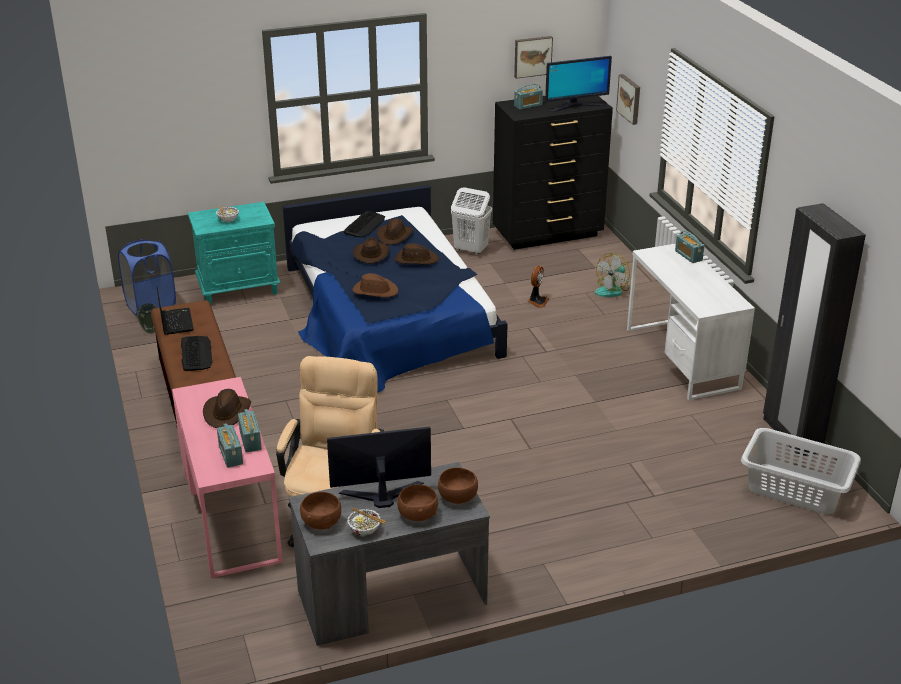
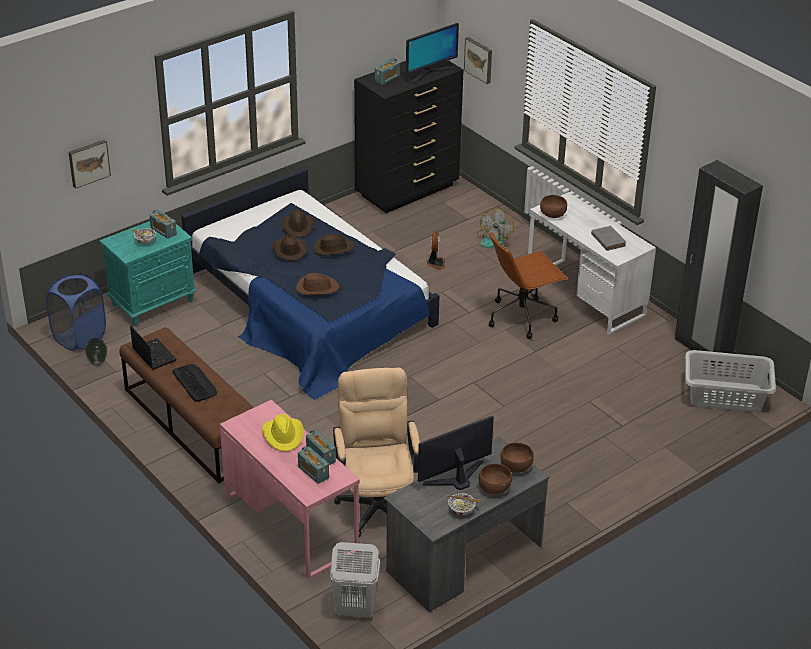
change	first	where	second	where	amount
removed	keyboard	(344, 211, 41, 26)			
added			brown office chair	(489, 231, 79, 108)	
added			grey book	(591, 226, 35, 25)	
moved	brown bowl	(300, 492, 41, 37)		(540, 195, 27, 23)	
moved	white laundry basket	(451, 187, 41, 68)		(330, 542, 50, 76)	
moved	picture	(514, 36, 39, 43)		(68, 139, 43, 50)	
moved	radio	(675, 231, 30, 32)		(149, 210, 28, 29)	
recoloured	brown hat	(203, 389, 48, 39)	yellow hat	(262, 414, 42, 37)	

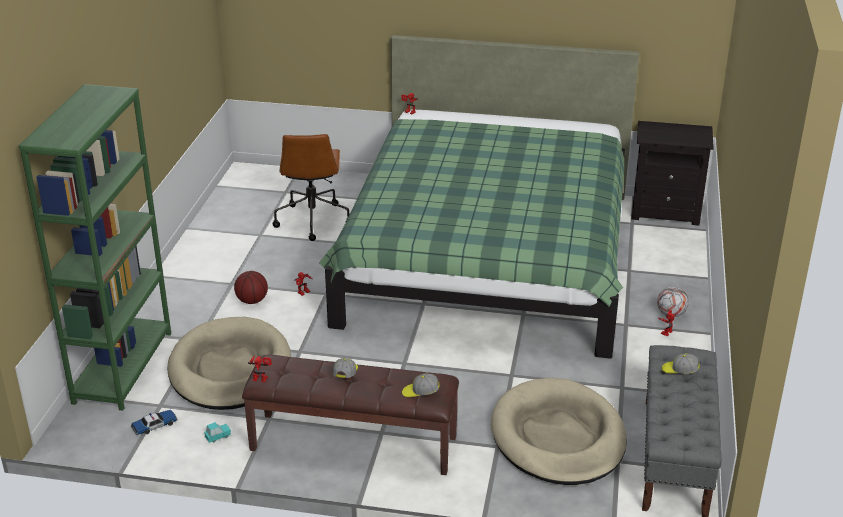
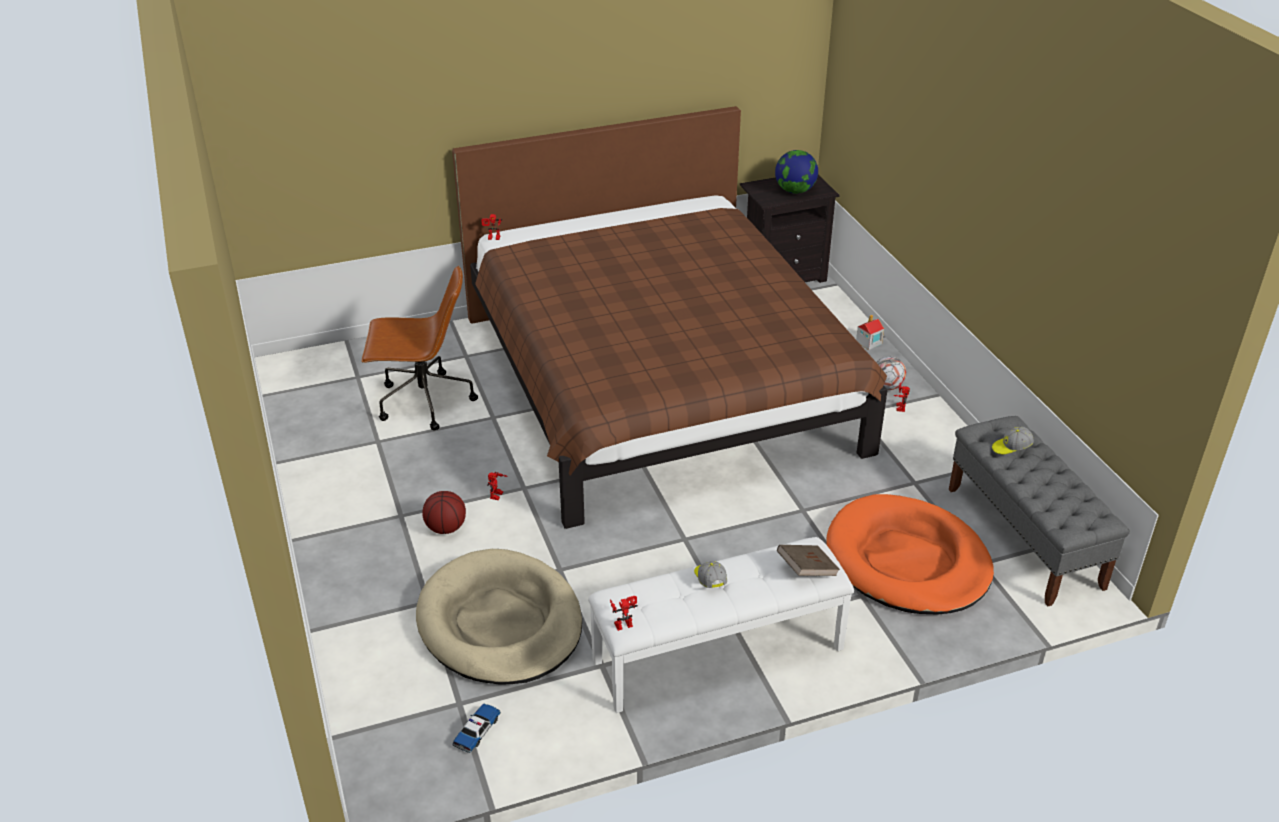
change	first	where	second	where	amount
removed	green bookcase	(19, 84, 152, 327)			
removed	turquoise toy car	(204, 422, 27, 21)			
added			globe	(775, 150, 43, 44)	
added			toy house	(856, 315, 28, 35)	
replaced	cap	(402, 373, 38, 24)	brown book	(777, 545, 63, 31)	
recoloured	brown bench	(242, 355, 217, 120)	white bench	(588, 537, 266, 176)	
recoloured	green bed	(319, 35, 320, 324)	brown bed	(452, 106, 435, 423)	
recoloured	beige dog bed	(491, 378, 136, 107)	orange dog bed	(827, 494, 167, 121)	
turned	brown office chair	(272, 134, 78, 107)		(362, 265, 116, 165)	60 degrees counterclockwise

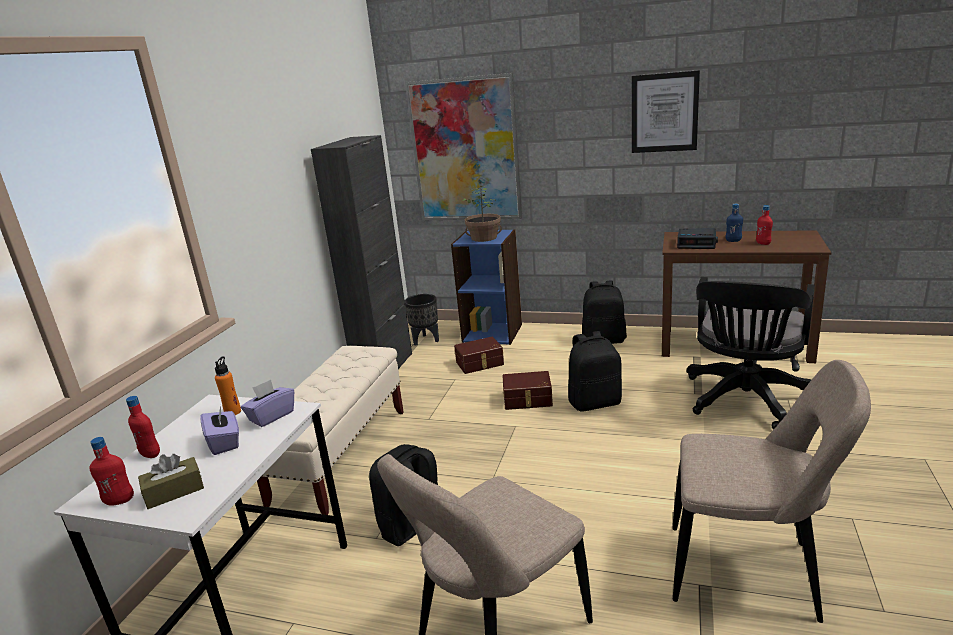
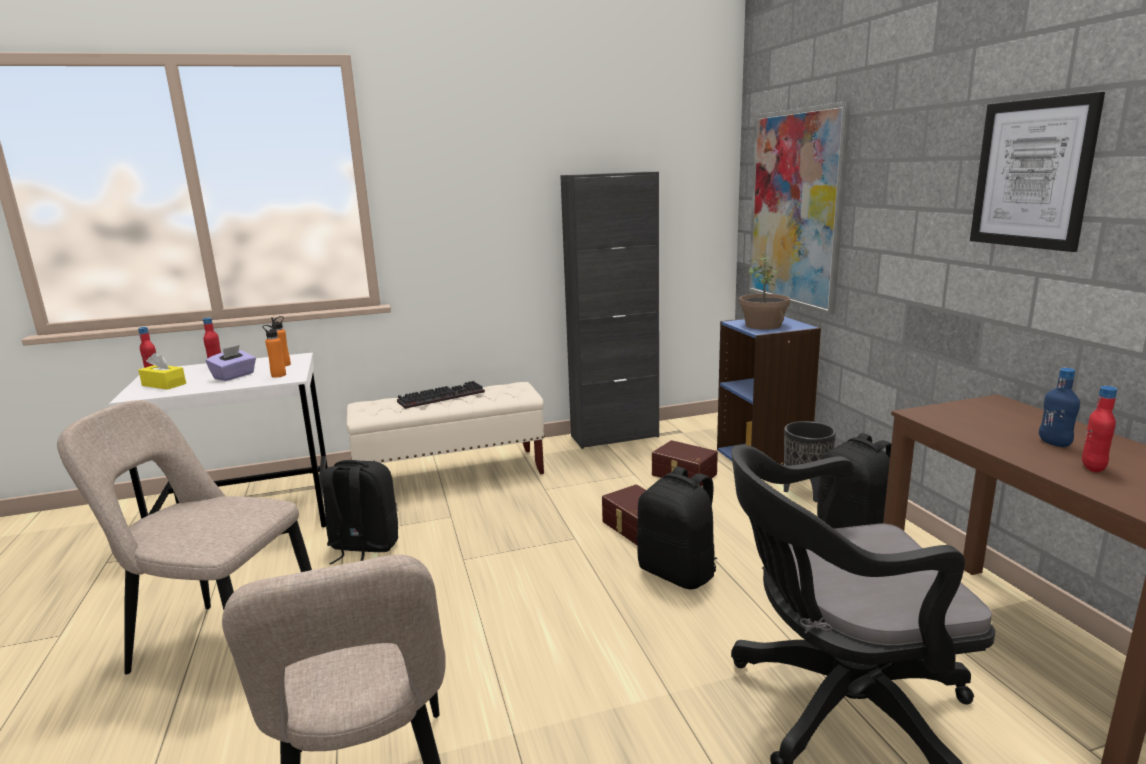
change	first	where	second	where	amount
removed	alarm clock	(677, 229, 41, 20)			
added			keyboard	(397, 381, 88, 28)	
moved	black planter	(405, 294, 34, 52)		(784, 421, 52, 81)	
replaced	purple tissue box	(241, 379, 53, 48)	orange bottle	(263, 325, 23, 52)	
recoloured	brown tissue box	(138, 454, 66, 55)	yellow tissue box	(138, 353, 48, 37)	

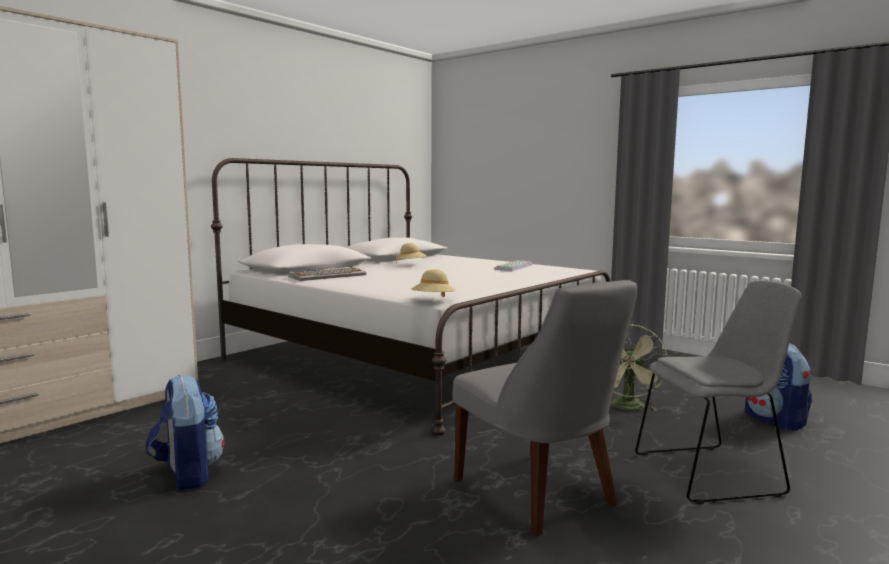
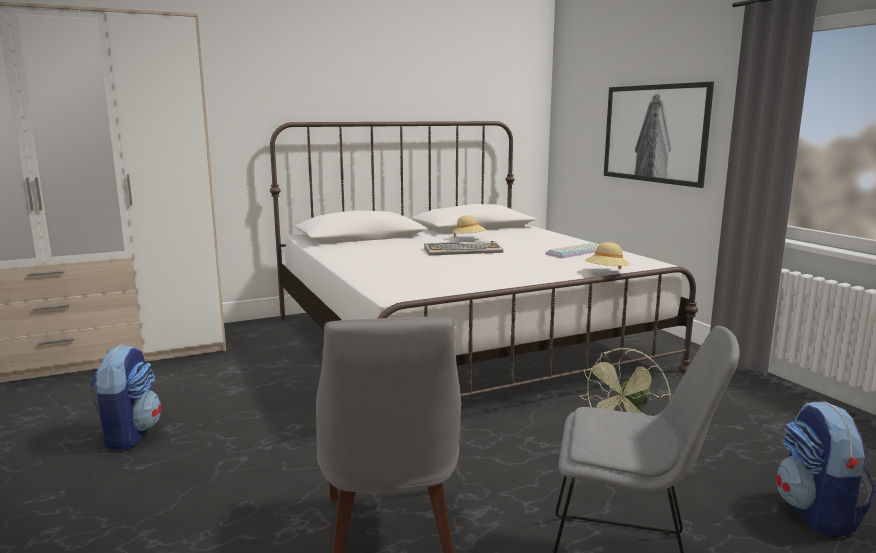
change	first	where	second	where	amount
added			picture	(604, 82, 110, 106)	
moved	keyboard	(288, 266, 78, 15)		(424, 241, 79, 15)	
moved	beige hat	(411, 269, 45, 28)		(585, 242, 45, 28)	

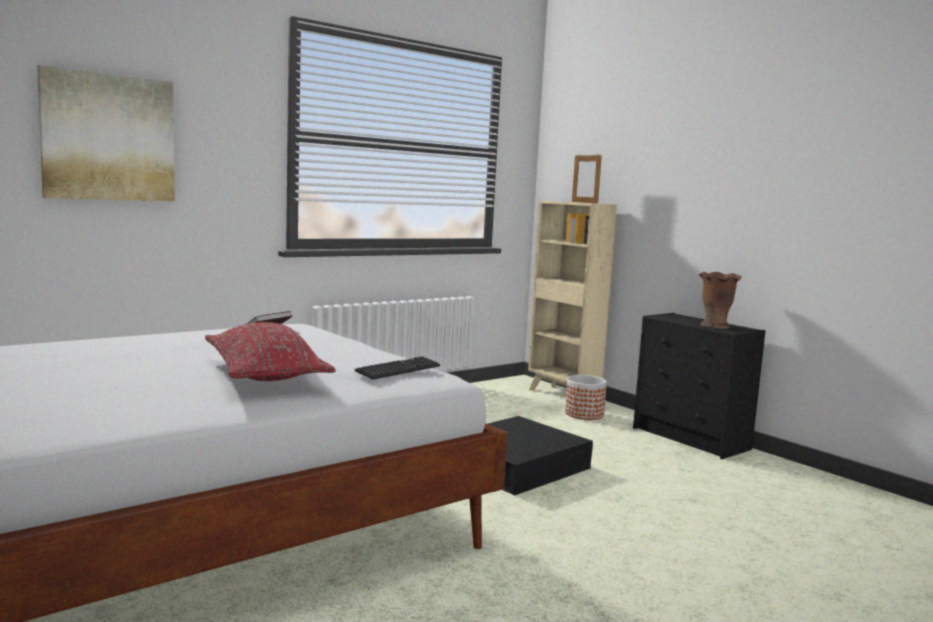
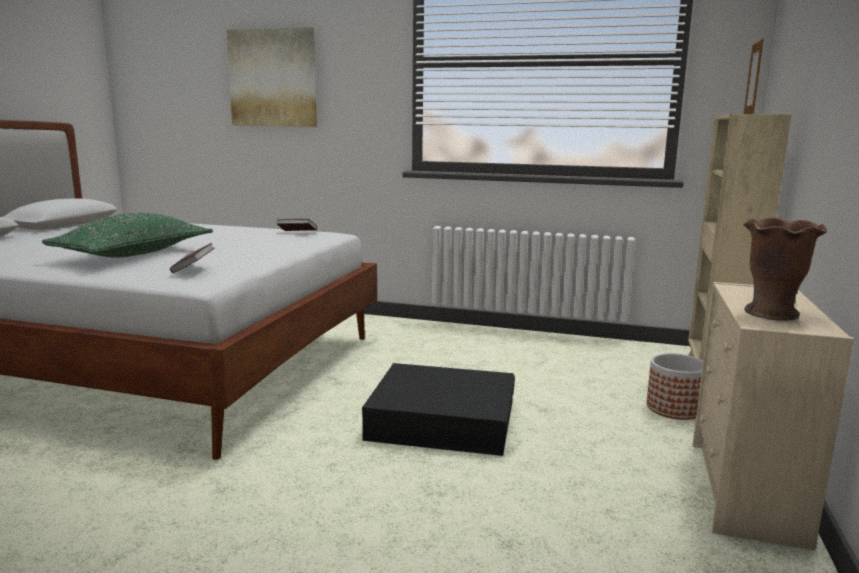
change	first	where	second	where	amount
replaced	keyboard	(354, 356, 86, 24)	book	(170, 243, 44, 30)	
recoloured	red pillow	(205, 322, 131, 59)	green pillow	(42, 213, 171, 45)	
recoloured	black dresser	(633, 313, 133, 146)	beige dresser	(693, 282, 161, 268)	

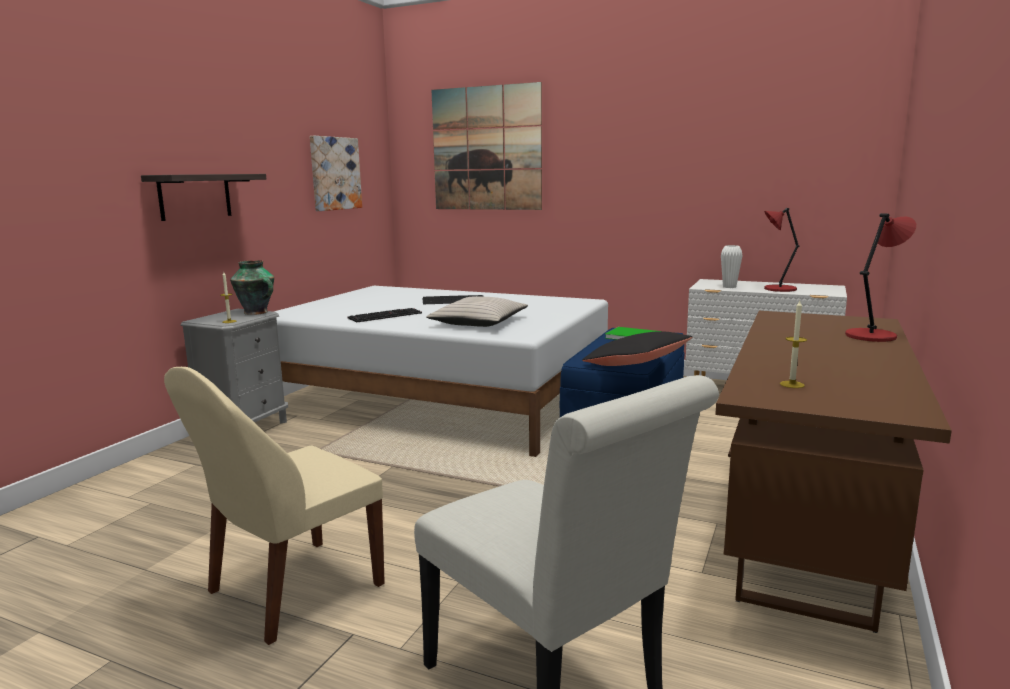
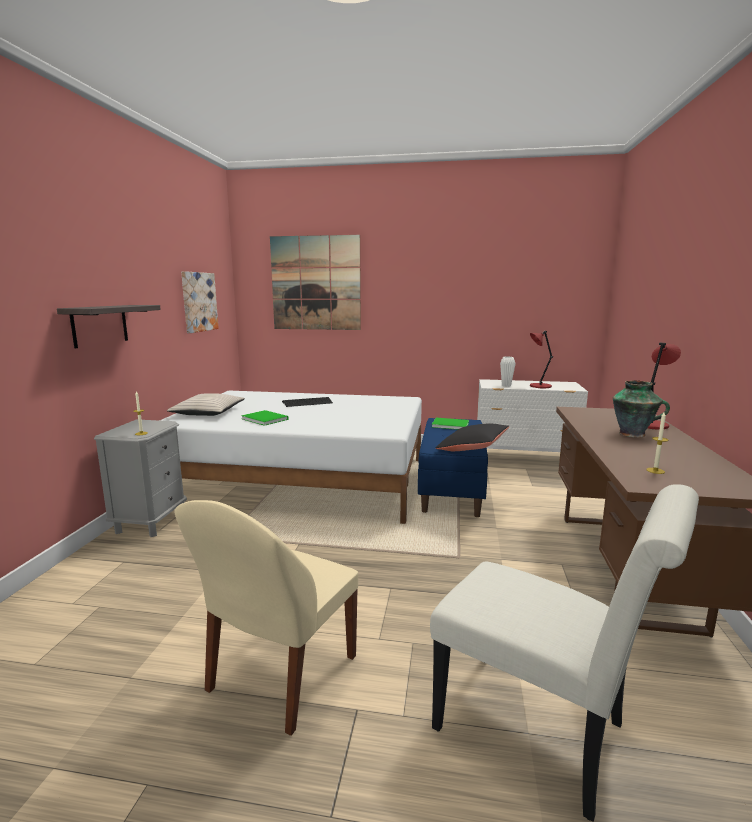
change	first	where	second	where	amount
moved	vase	(230, 260, 44, 55)		(613, 380, 57, 58)	
moved	beige pillow	(426, 296, 102, 31)		(167, 393, 78, 23)	
replaced	keyboard	(347, 308, 75, 14)	green book	(241, 410, 48, 16)	

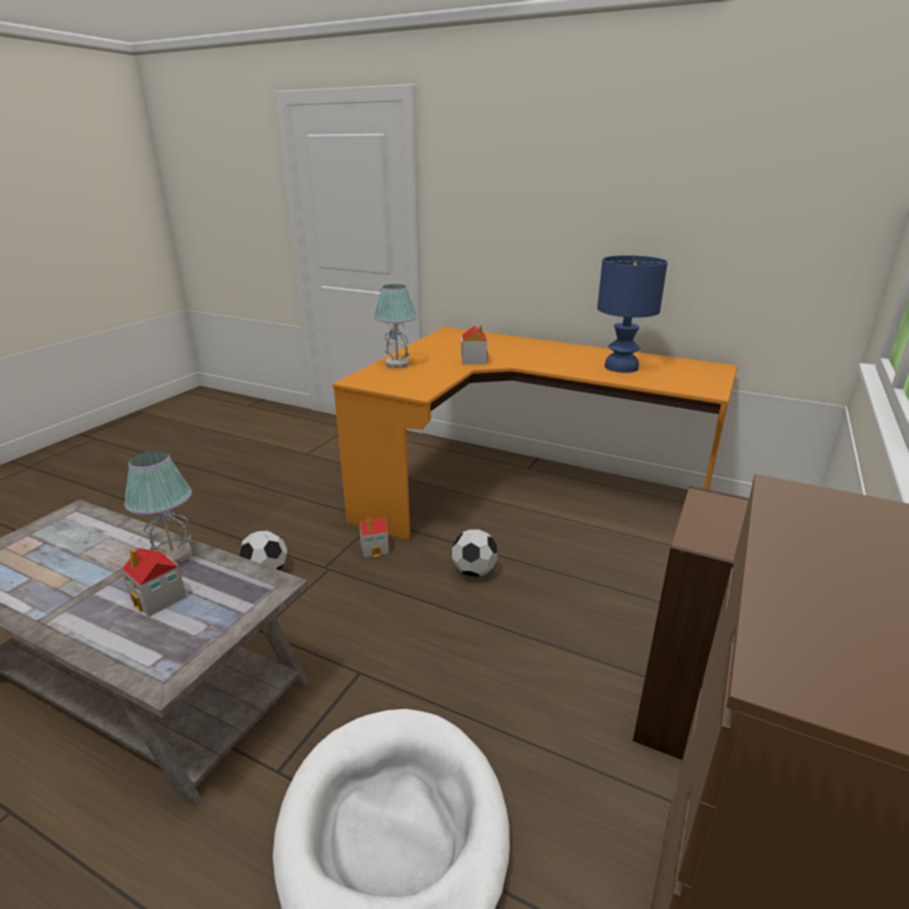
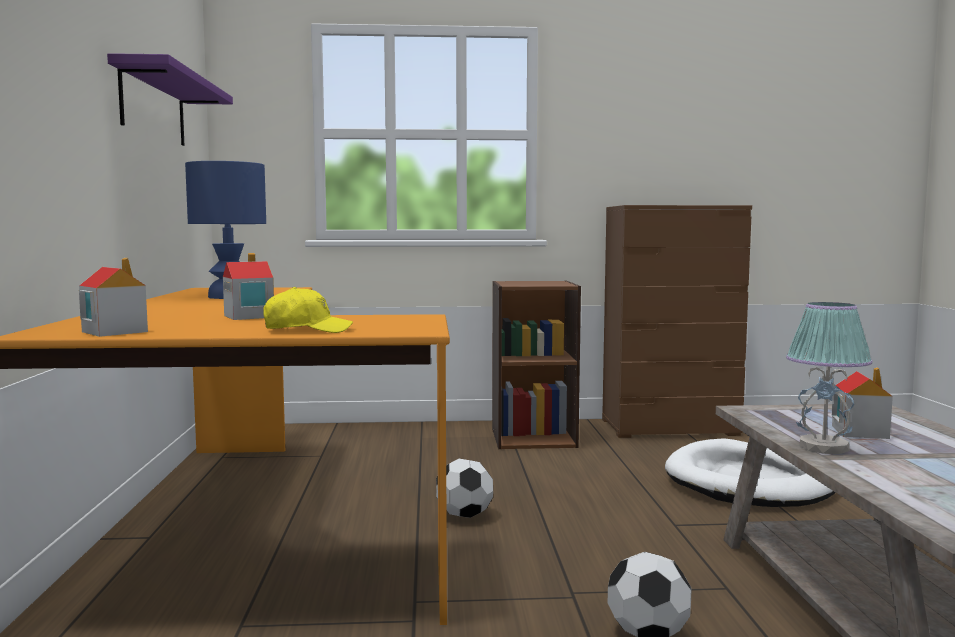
change	first	where	second	where	amount
added			purple shelf	(107, 53, 126, 93)	
moved	toy house	(359, 518, 30, 40)		(79, 258, 69, 79)	
replaced	table lamp	(374, 284, 43, 84)	yellow cap	(263, 287, 90, 46)	

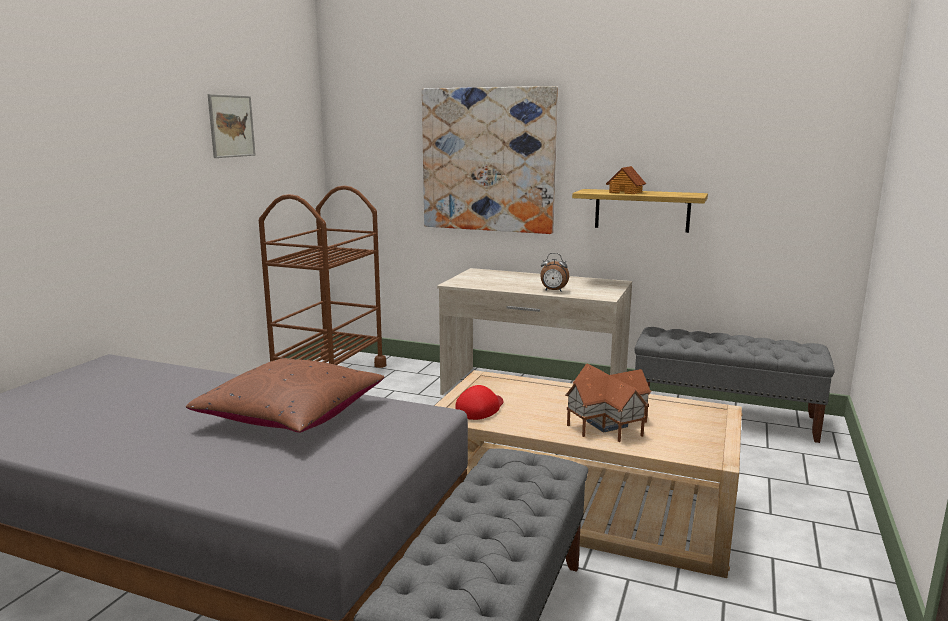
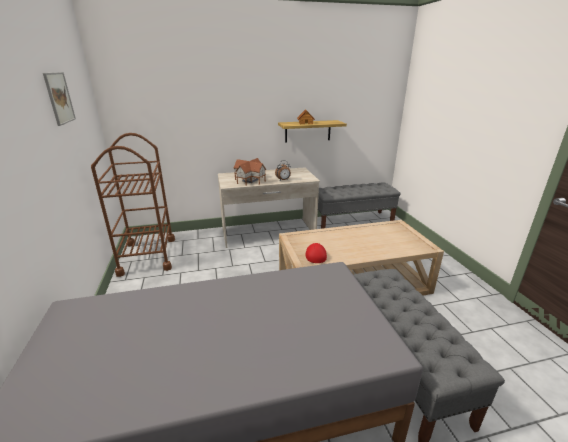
change	first	where	second	where	amount
removed	brown pillow	(186, 358, 198, 75)			
removed	picture	(422, 86, 136, 148)			
moved	toy house	(565, 363, 87, 79)		(233, 158, 33, 28)	

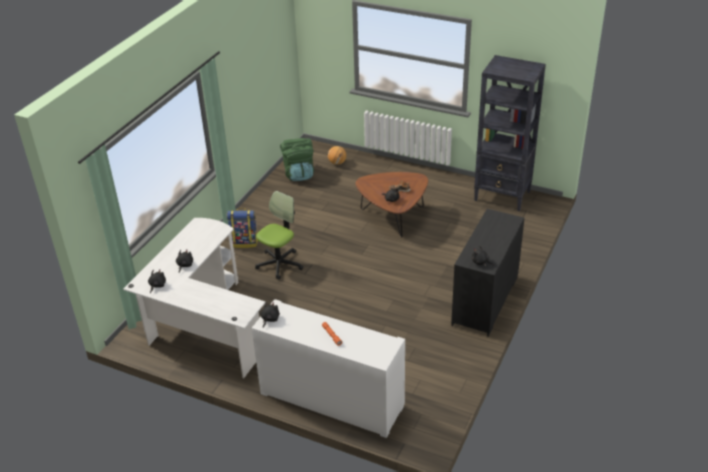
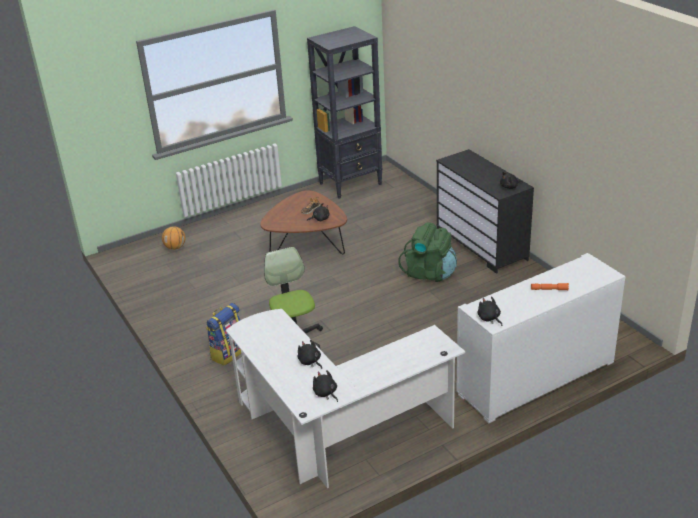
change	first	where	second	where	amount
moved	green backpack	(280, 138, 34, 43)		(398, 222, 59, 60)	

